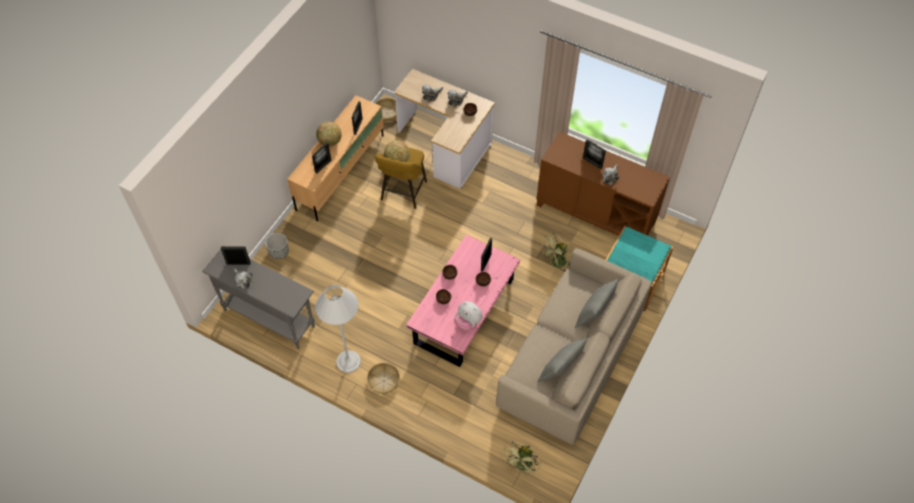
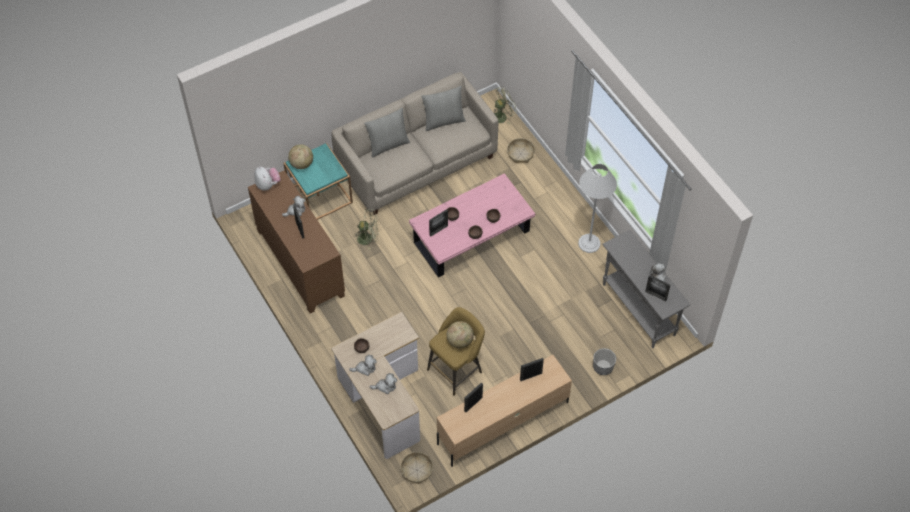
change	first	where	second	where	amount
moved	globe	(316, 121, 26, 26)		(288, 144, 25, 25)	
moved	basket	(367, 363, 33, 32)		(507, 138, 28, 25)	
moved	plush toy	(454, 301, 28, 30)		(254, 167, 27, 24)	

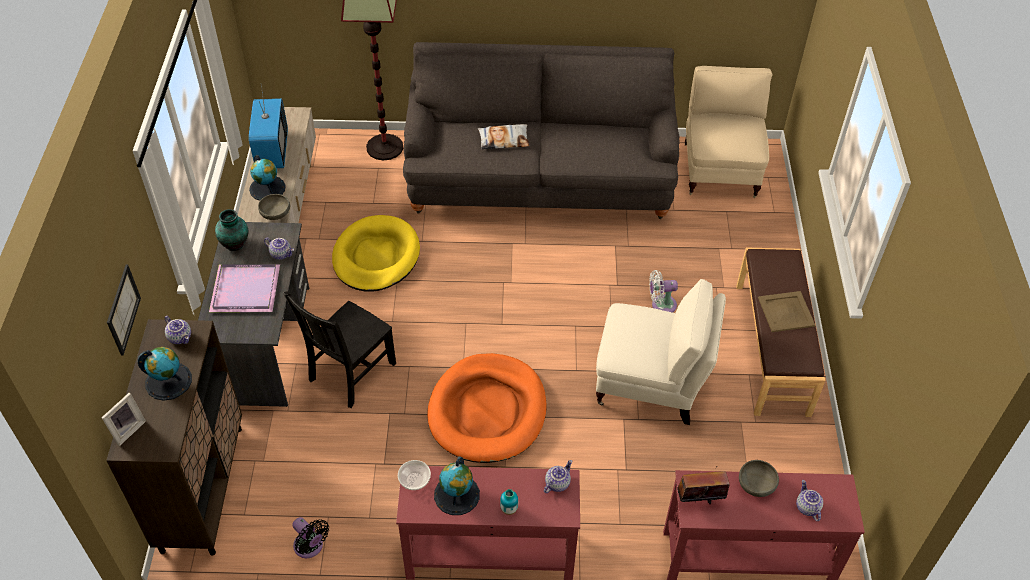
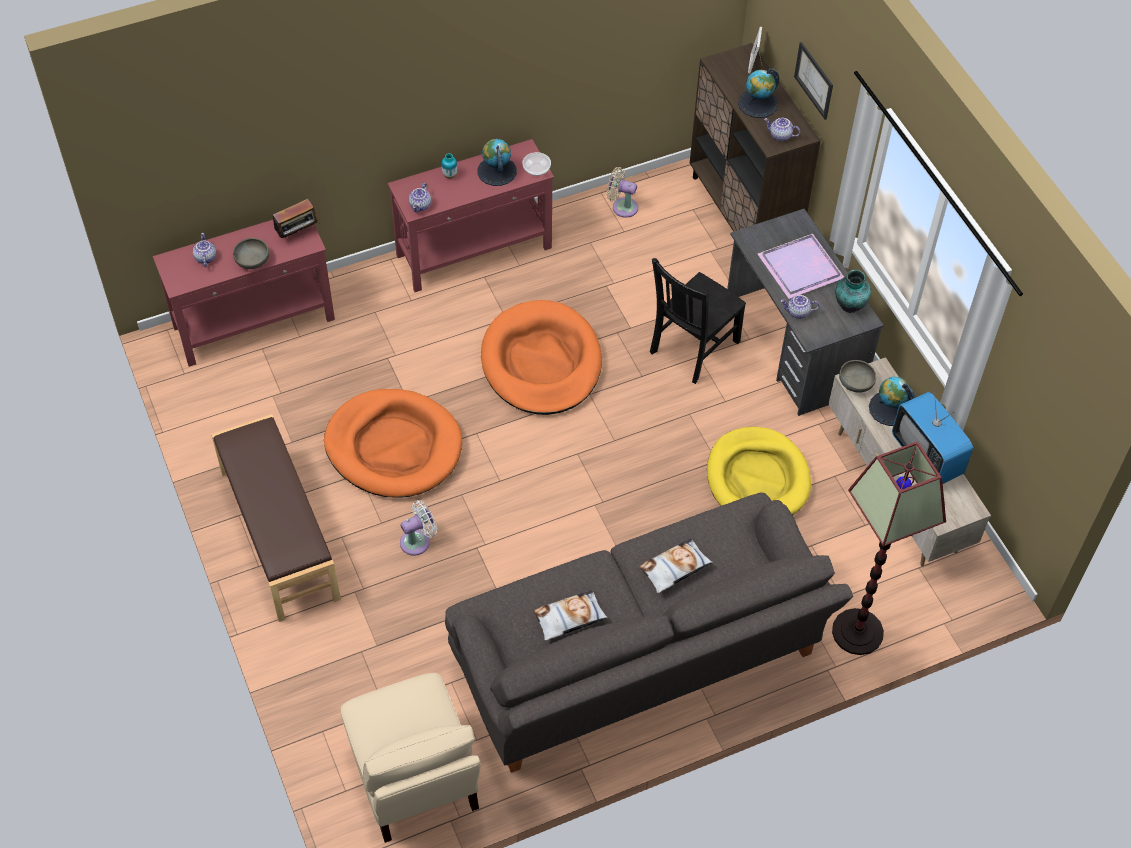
change	first	where	second	where	amount
removed	beige tray	(758, 291, 57, 41)			
added			pillow	(533, 590, 75, 51)	
replaced	beige armchair	(596, 279, 130, 146)	orange dog bed	(324, 389, 138, 108)	
recoloured	black fan	(292, 517, 37, 41)	beige fan	(607, 167, 31, 51)	
turned	black chair	(283, 291, 113, 117)		(650, 258, 96, 126)	150 degrees counterclockwise
turned	teapot	(796, 480, 27, 41)		(193, 233, 23, 34)	150 degrees counterclockwise

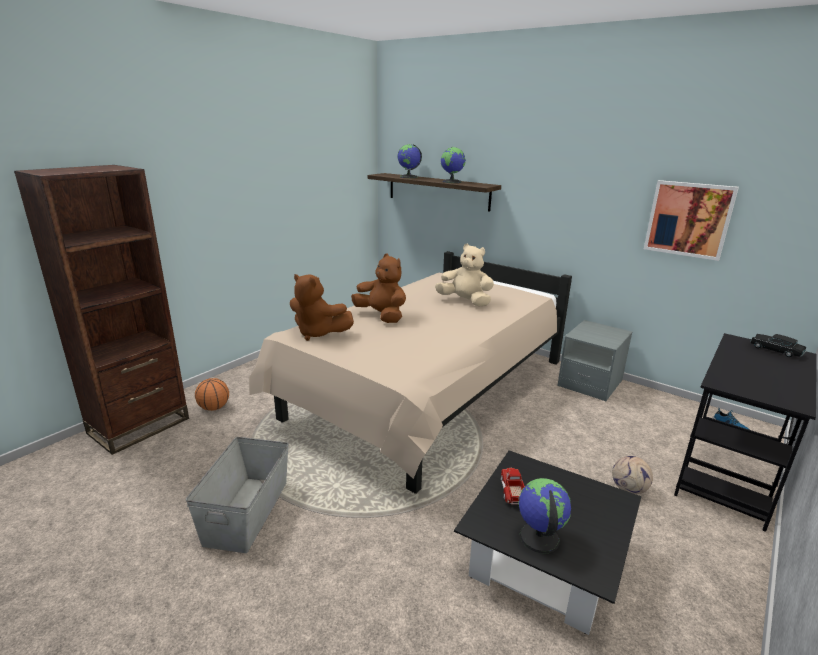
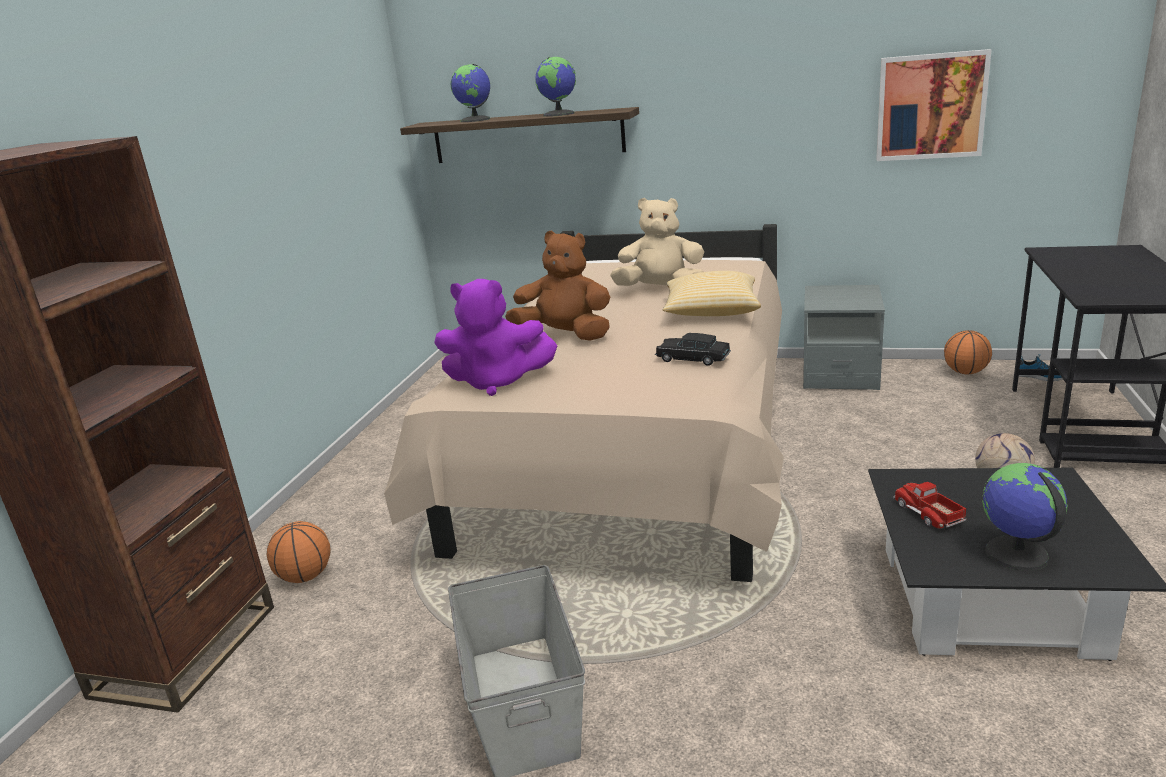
change	first	where	second	where	amount
added			pillow	(663, 271, 98, 45)	
added			basketball	(944, 330, 48, 44)	
moved	black toy car	(750, 334, 56, 23)		(655, 333, 76, 33)	
recoloured	brown plush toy	(290, 274, 64, 67)	purple plush toy	(434, 279, 123, 117)	

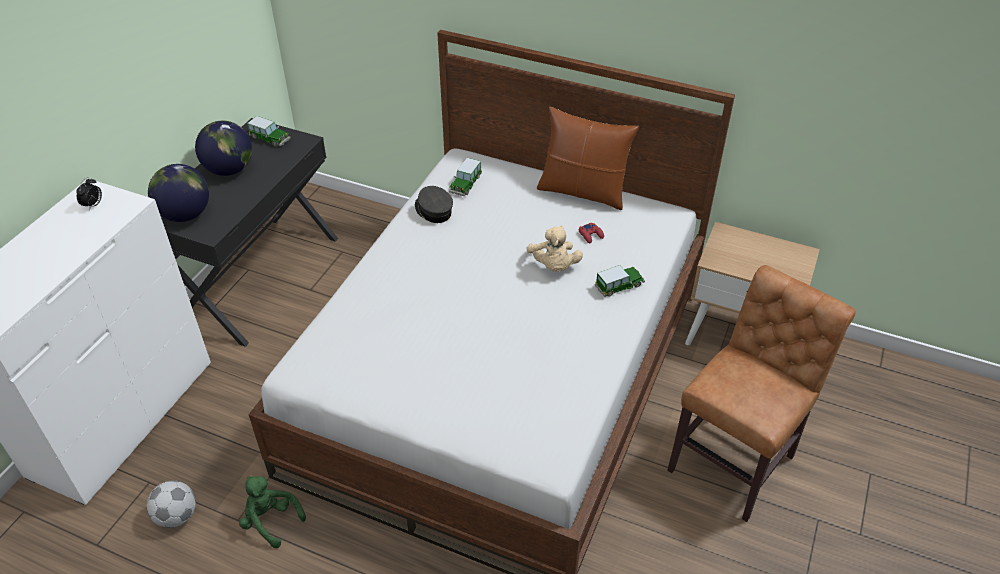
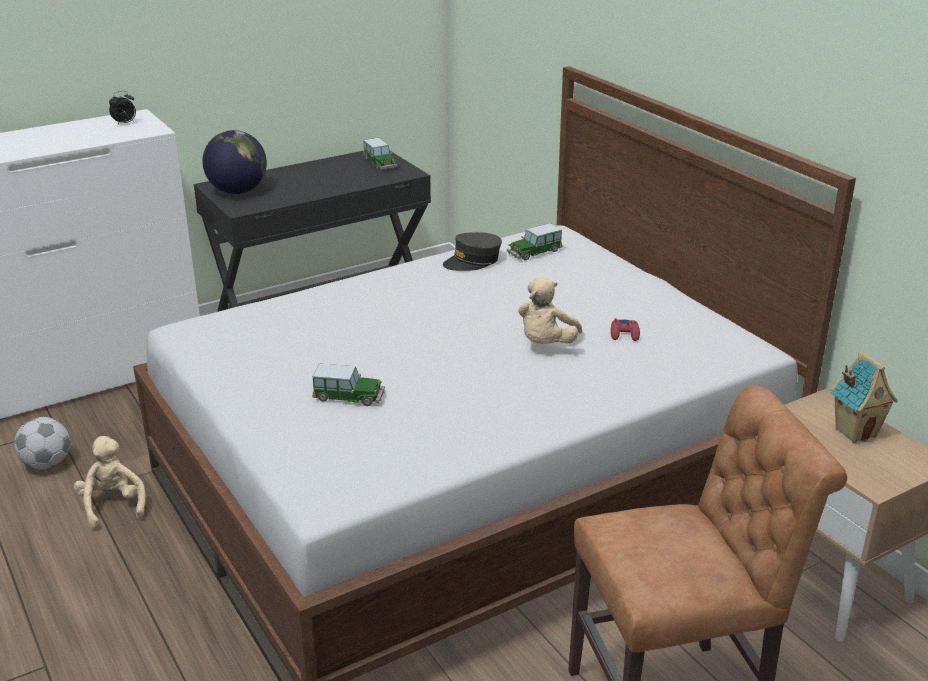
change	first	where	second	where	amount
removed	globe	(195, 121, 57, 55)			
removed	brown pillow	(537, 107, 102, 103)			
added			toy house	(830, 351, 68, 93)	
moved	toy car	(595, 265, 50, 32)		(312, 363, 73, 43)	
recoloured	green plush toy	(239, 476, 67, 72)	beige plush toy	(74, 436, 72, 92)	
turned	grey cap	(415, 186, 38, 37)		(443, 232, 59, 39)	120 degrees counterclockwise

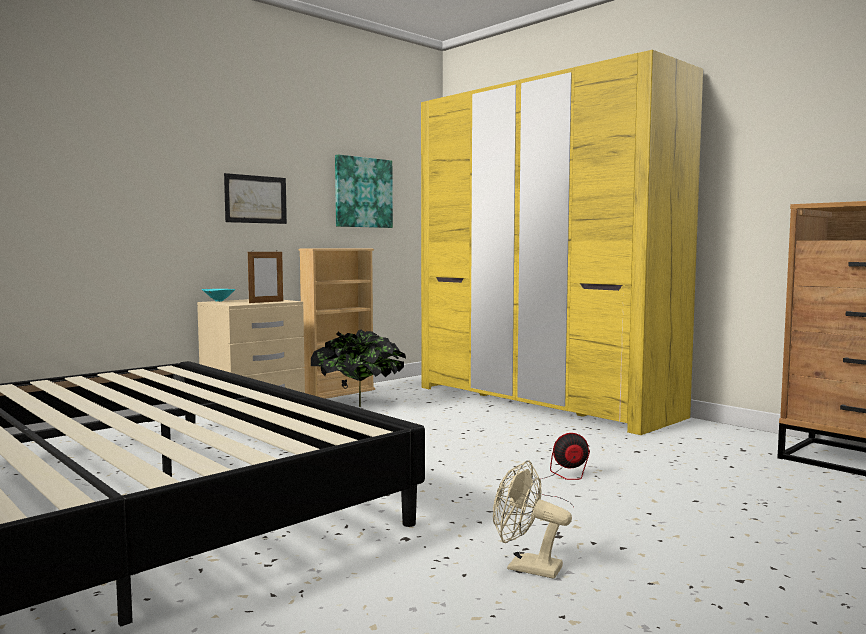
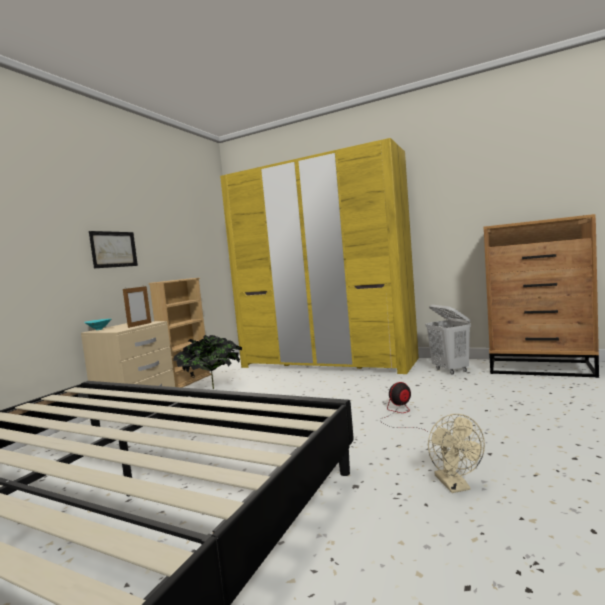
change	first	where	second	where	amount
removed	picture	(335, 155, 58, 73)			
added			white laundry basket	(425, 305, 46, 69)	
turned	beige fan	(493, 460, 79, 119)		(428, 414, 57, 79)	105 degrees counterclockwise

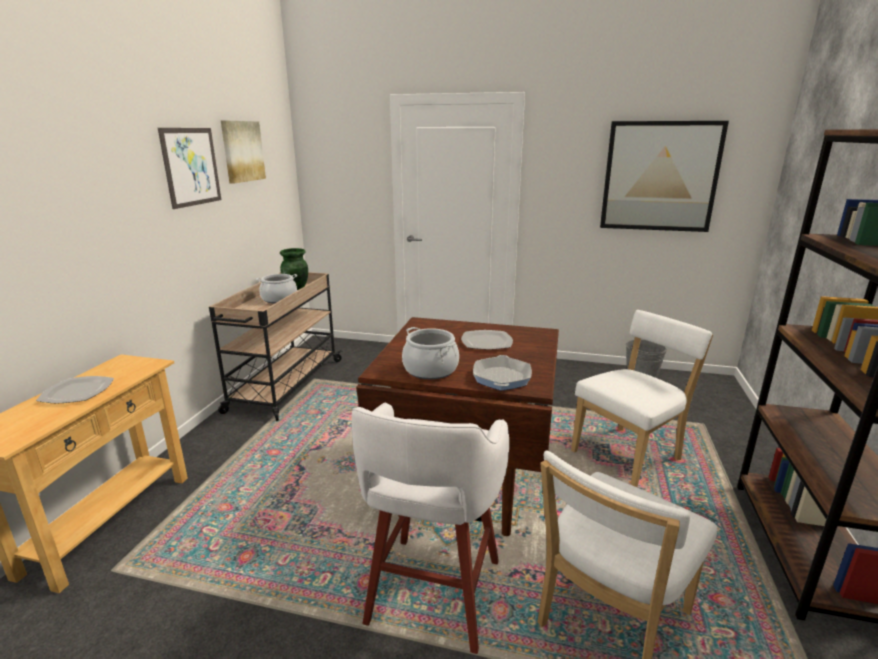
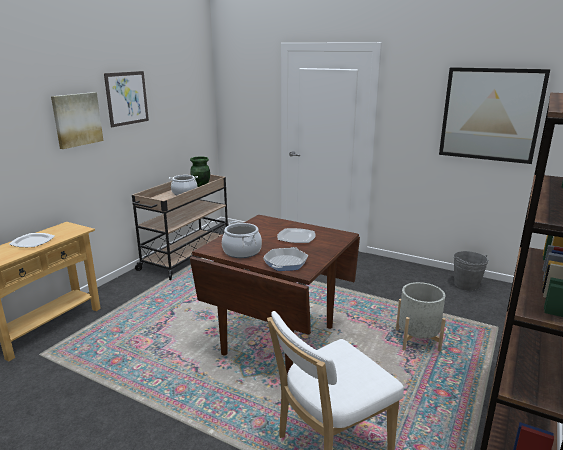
change	first	where	second	where	amount
removed	white stool	(351, 403, 158, 251)			
moved	picture	(221, 121, 45, 62)		(51, 92, 52, 57)	
replaced	white chair	(571, 310, 142, 177)	grey planter	(396, 282, 50, 69)	

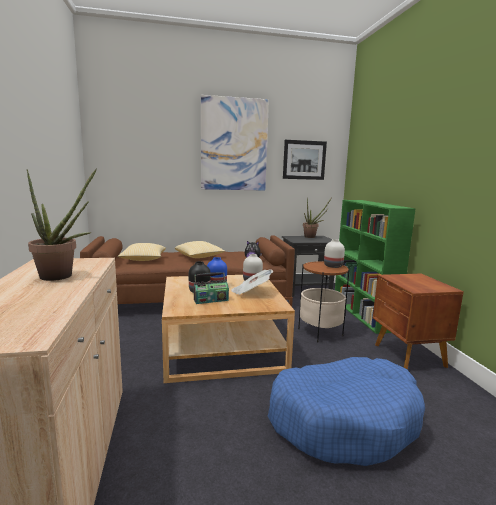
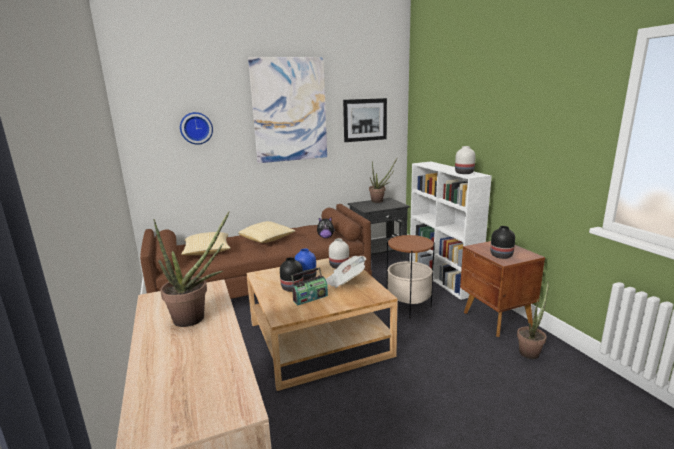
change	first	where	second	where	amount
removed	blue dog bed	(268, 357, 157, 109)			
added			wall clock	(180, 112, 33, 33)	
added			black vase	(490, 226, 25, 33)	
added			potted plant	(517, 281, 32, 78)	
moved	white vase	(324, 239, 21, 29)		(455, 146, 21, 28)	
recoloured	green bookcase	(335, 200, 80, 134)	white bookcase	(409, 162, 83, 138)	

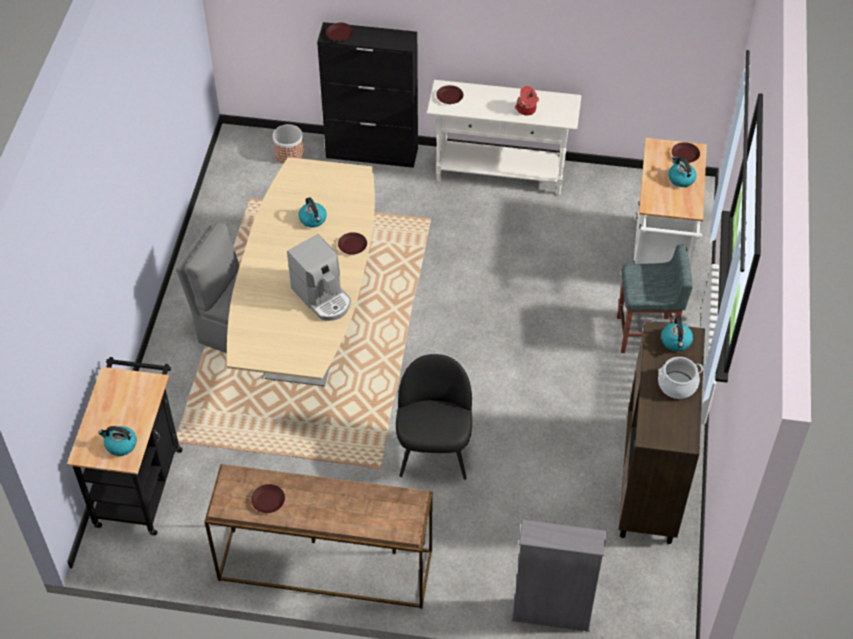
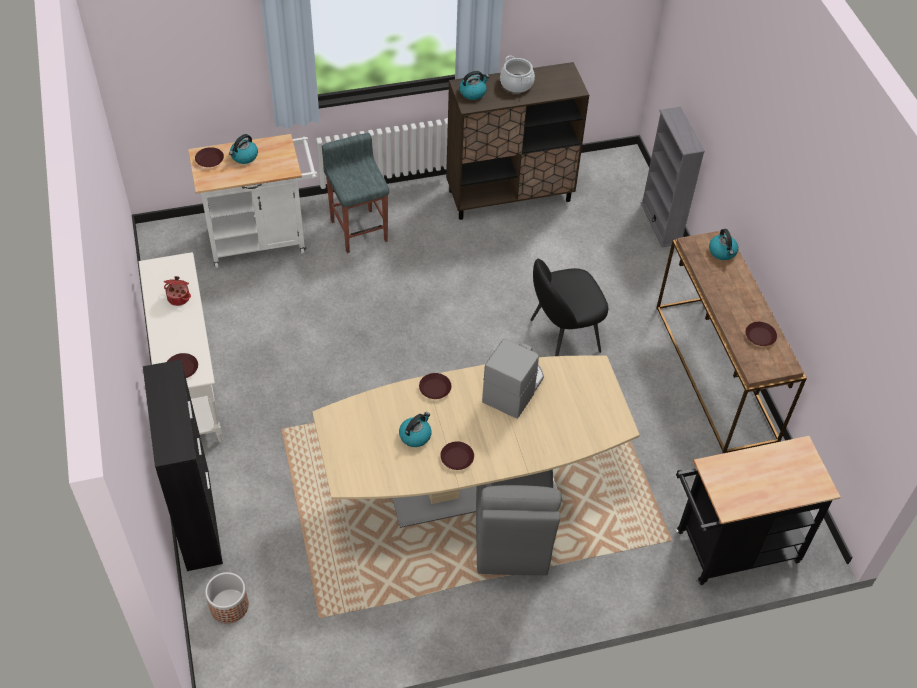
change	first	where	second	where	amount
moved	kettle	(98, 426, 39, 30)		(709, 229, 29, 31)	
moved	brown plate	(326, 23, 28, 18)		(440, 441, 34, 29)	

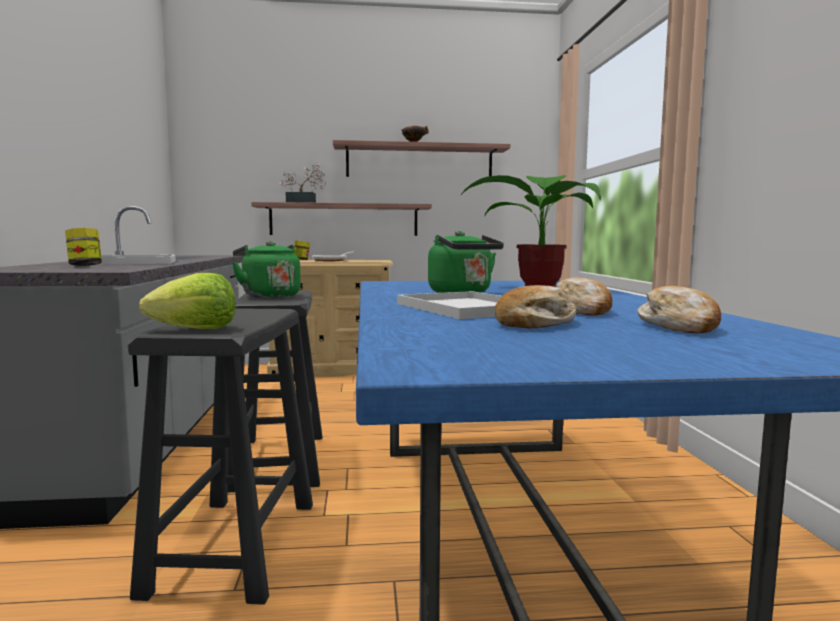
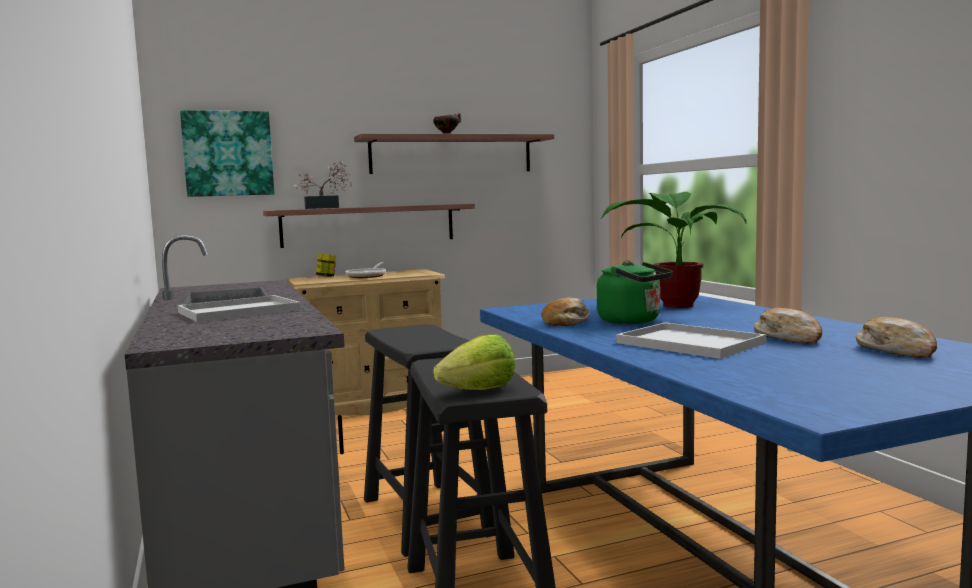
change	first	where	second	where	amount
removed	jar	(65, 228, 37, 38)			
removed	green kettle	(232, 241, 69, 57)			
added			picture	(180, 110, 95, 87)	
moved	bread	(495, 285, 81, 43)		(541, 298, 49, 28)	

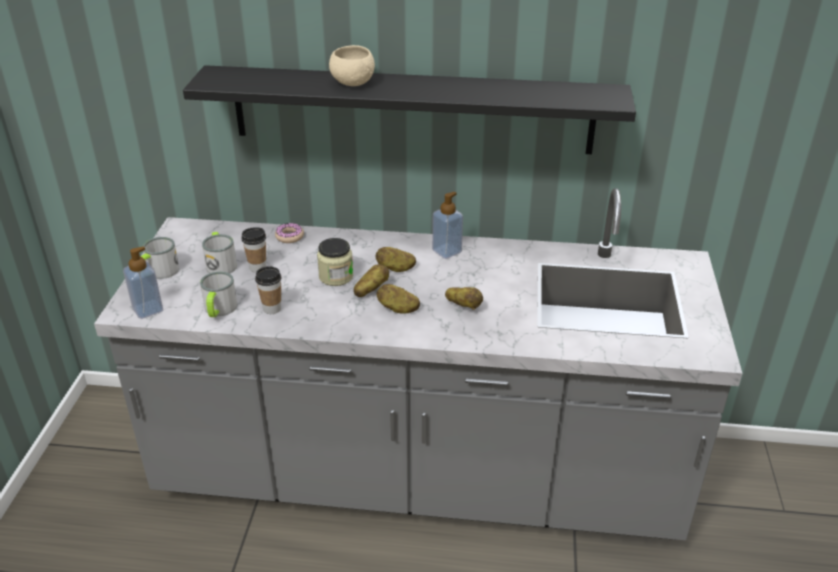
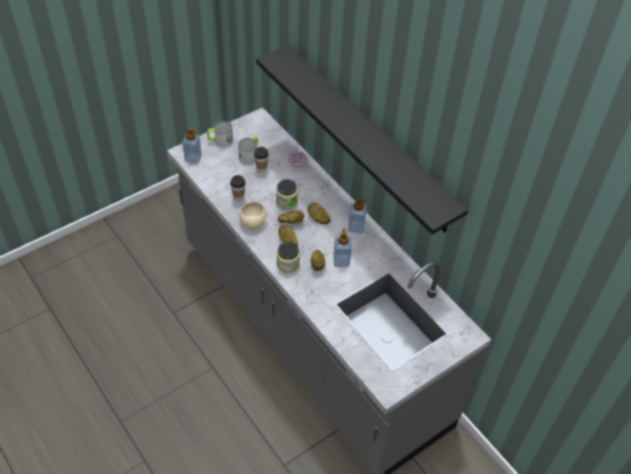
change	first	where	second	where	amount
removed	mug	(200, 271, 37, 46)			
added			jar	(277, 242, 23, 31)	
added			soap dispenser	(333, 228, 19, 39)	
moved	beige bowl	(329, 45, 46, 41)		(239, 202, 28, 27)	

